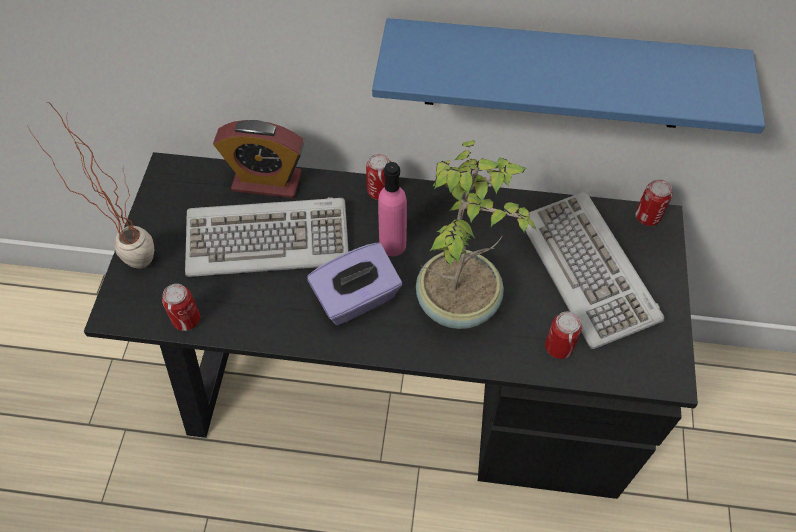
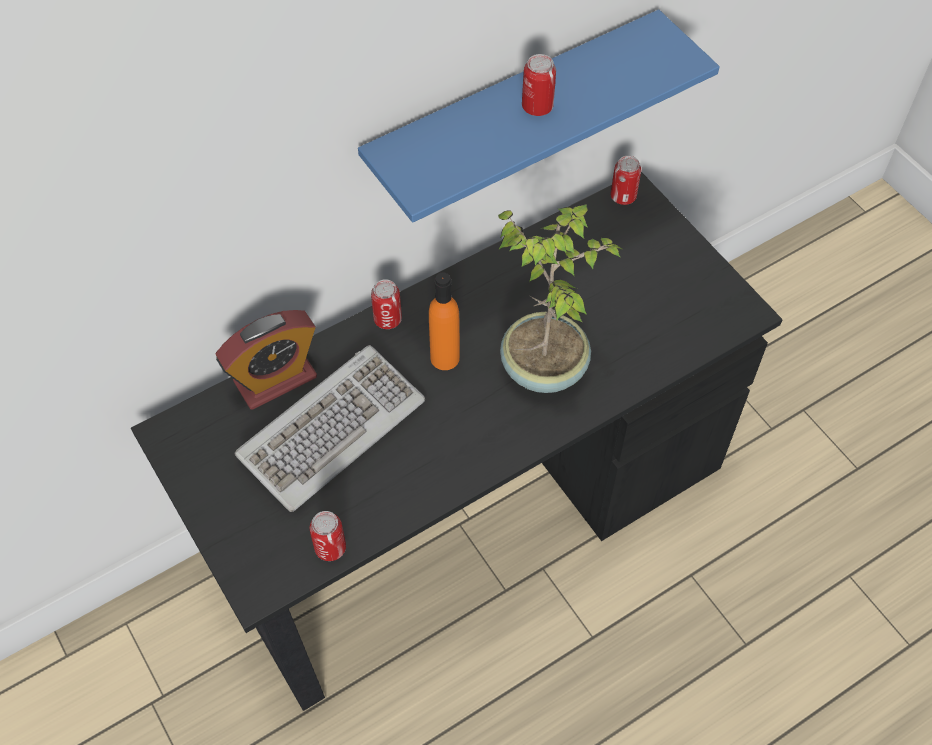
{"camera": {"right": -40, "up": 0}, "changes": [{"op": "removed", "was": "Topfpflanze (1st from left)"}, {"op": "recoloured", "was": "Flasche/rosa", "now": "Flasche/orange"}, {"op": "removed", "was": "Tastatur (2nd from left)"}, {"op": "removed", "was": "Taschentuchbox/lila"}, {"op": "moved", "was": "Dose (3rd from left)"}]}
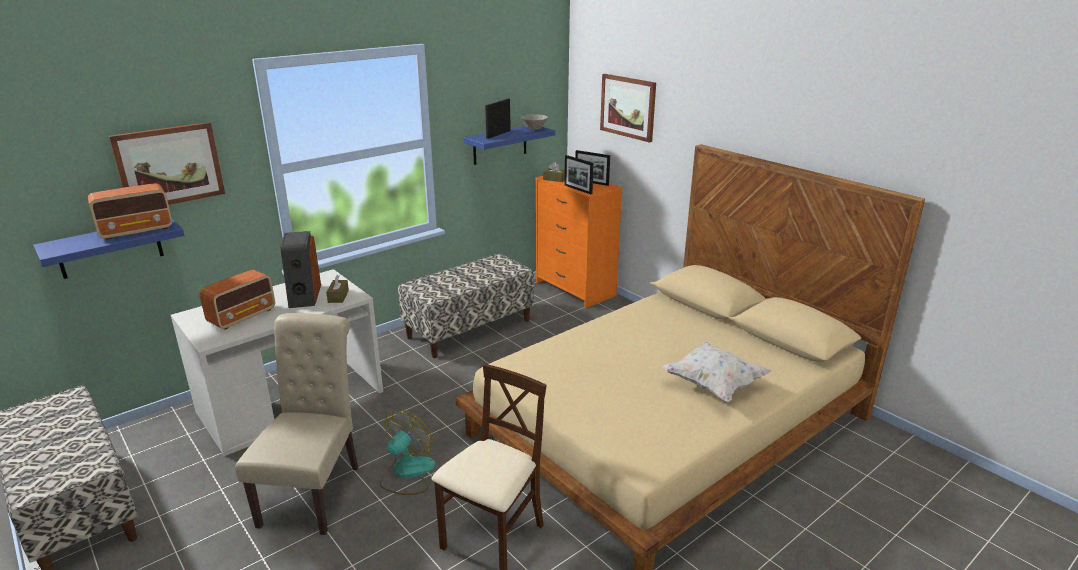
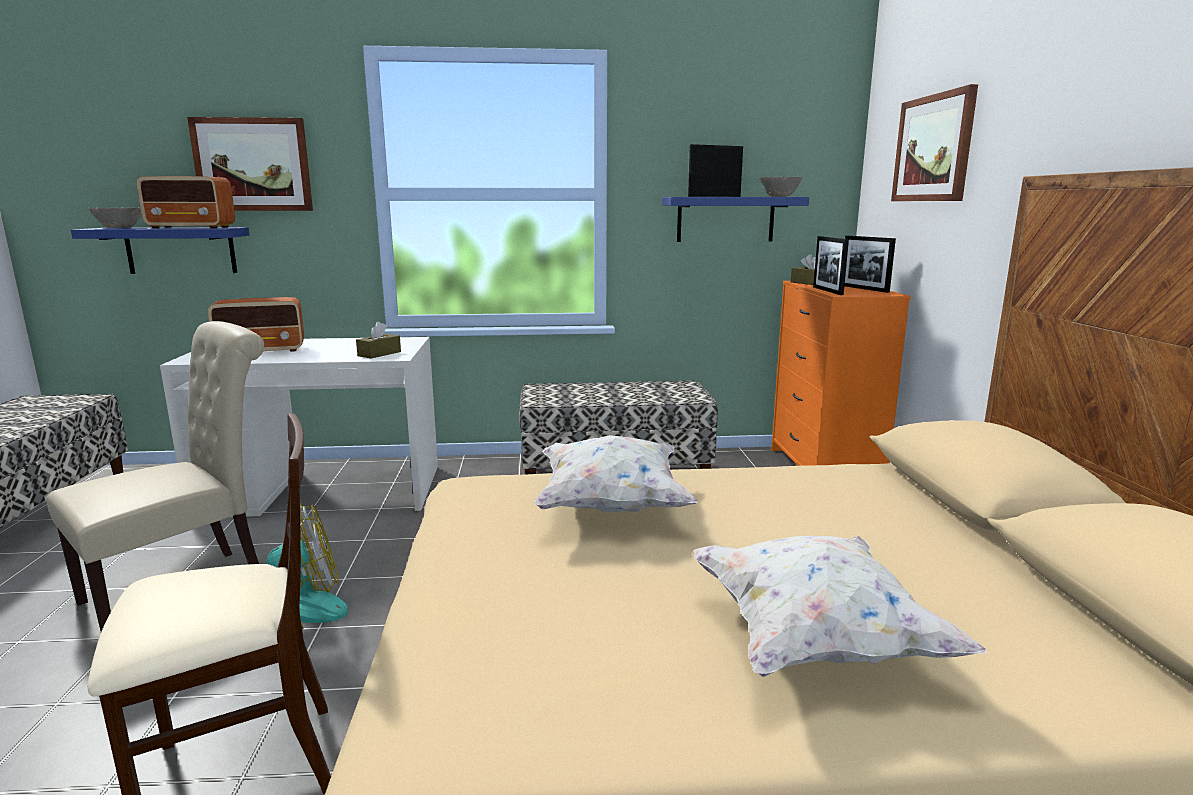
{"camera": {"right": 35, "up": -10}, "changes": [{"op": "removed", "was": "Lautsprecher"}, {"op": "added", "now": "Schüssel/grau (1st from left)"}, {"op": "added", "now": "Kissen/weiß (1st from left)"}]}
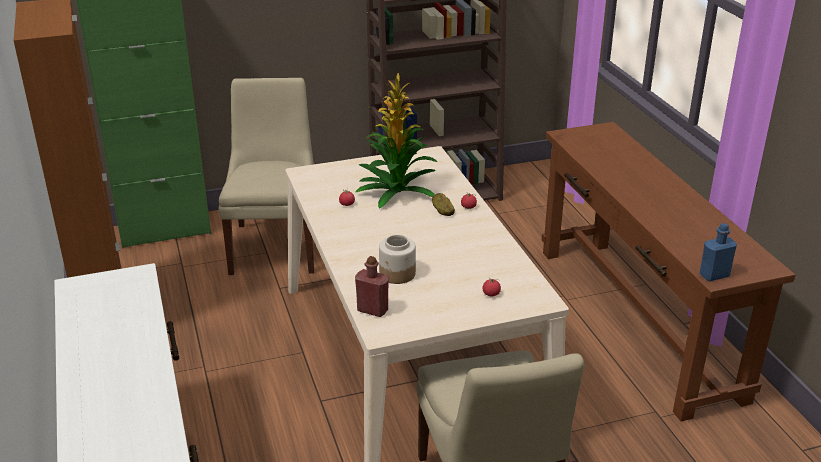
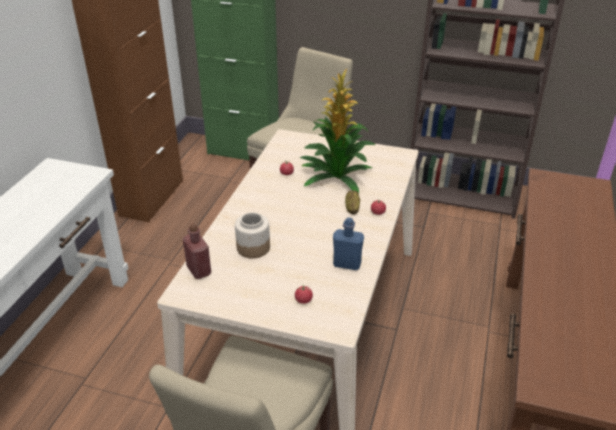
{"camera": {"right": 35, "up": 5}, "changes": [{"op": "moved", "was": "Flasche/blau"}]}
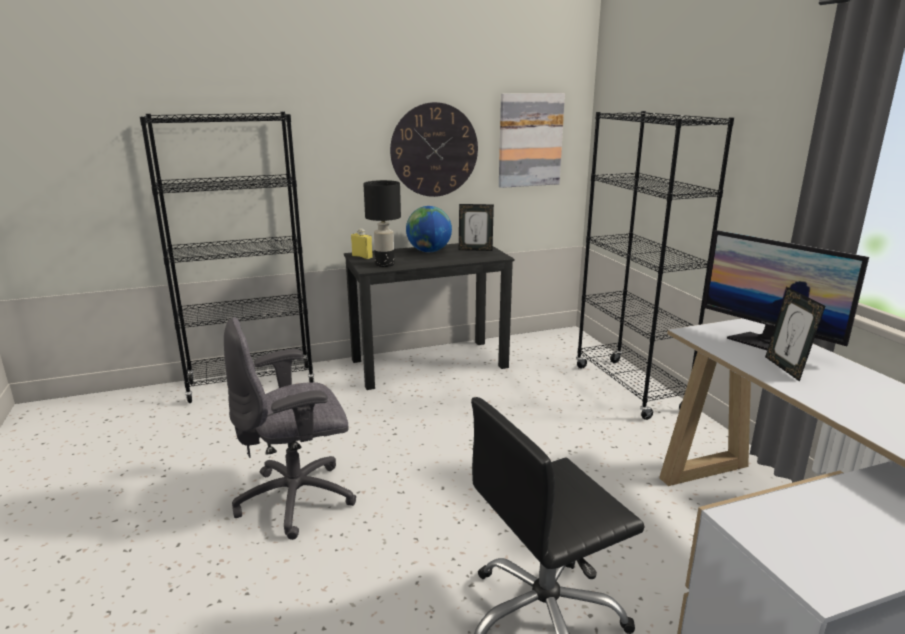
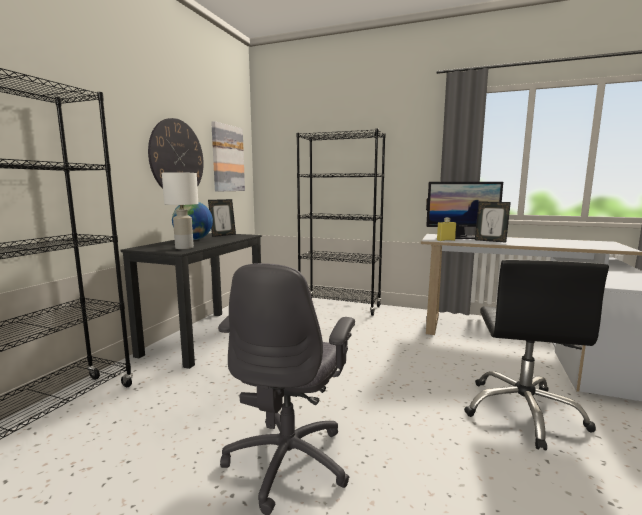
{"camera": {"right": -50, "up": -10}, "changes": [{"op": "recoloured", "was": "Tischlampe/schwarz", "now": "Tischlampe/weiß"}, {"op": "moved", "was": "Flasche/gelb"}]}
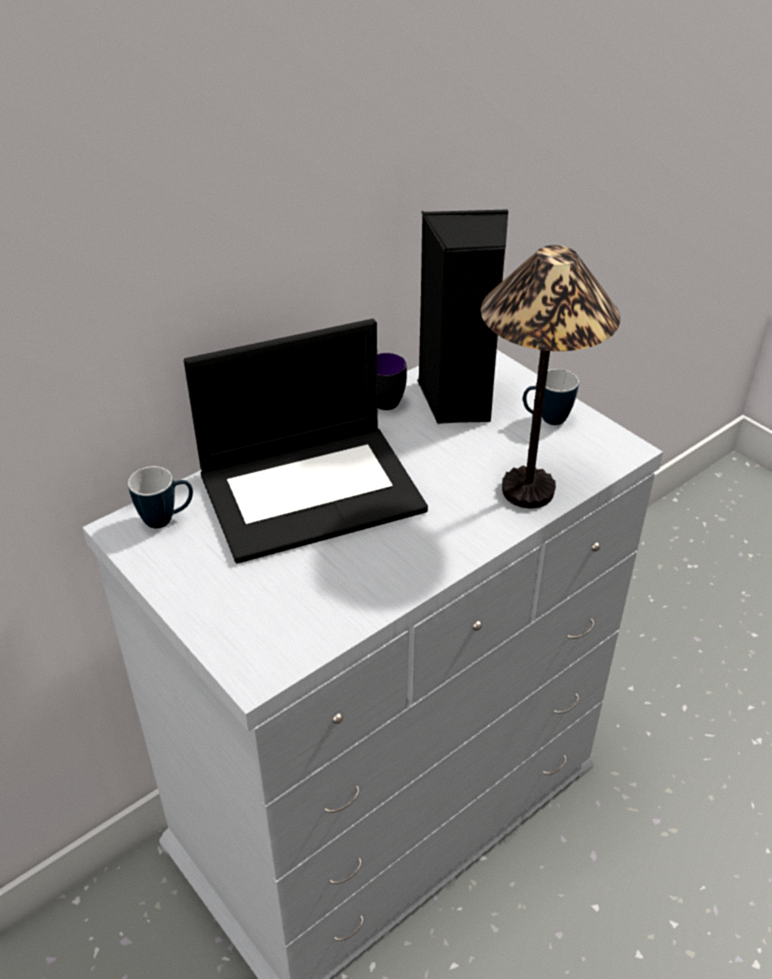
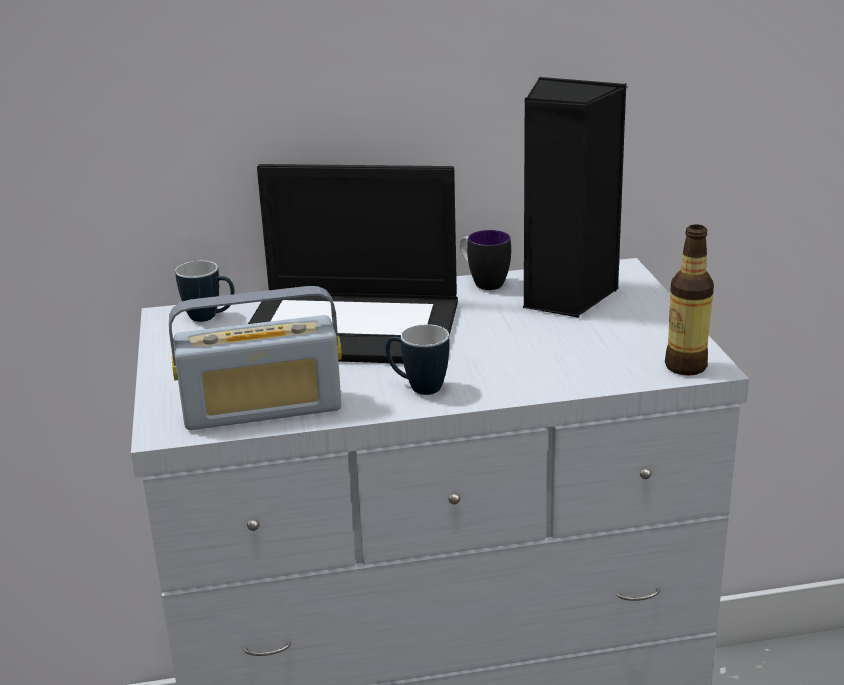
{"camera": {"right": 30, "up": -15}, "changes": [{"op": "removed", "was": "Tischlampe"}, {"op": "moved", "was": "Henkelbecher (3rd from left in the first image)", "now": "Henkelbecher (2nd from left)"}, {"op": "added", "now": "Flasche"}, {"op": "added", "now": "Radio"}]}
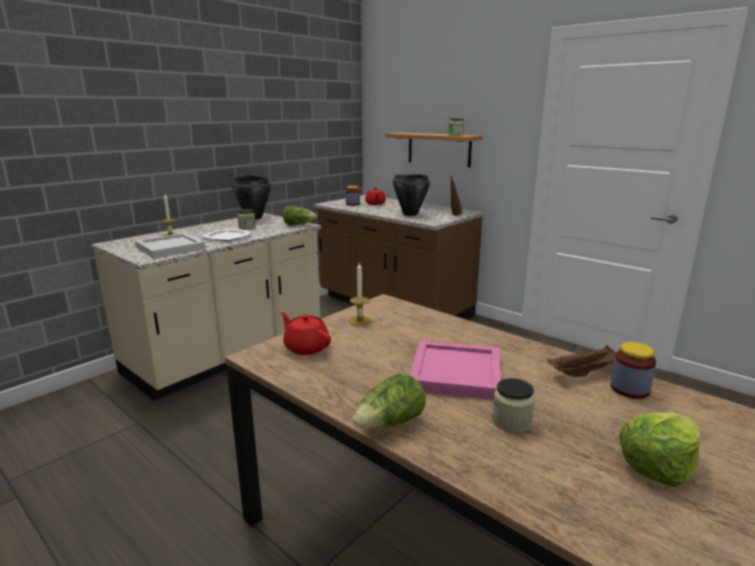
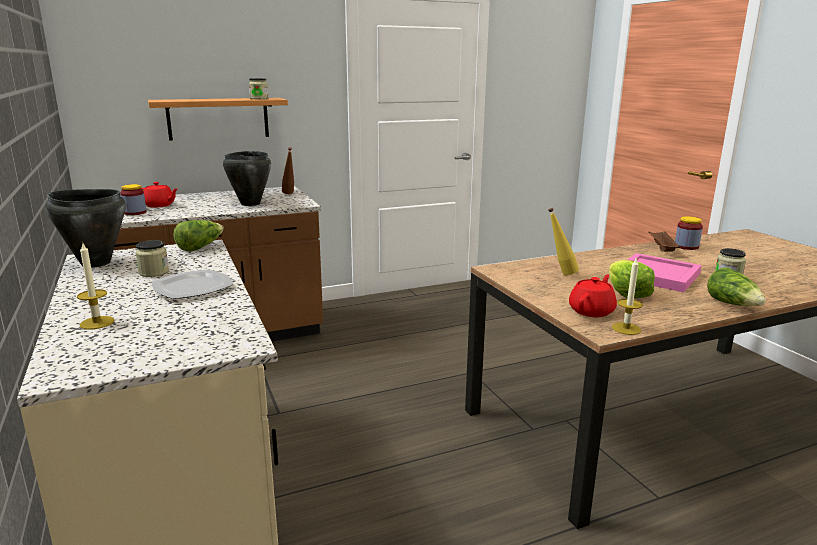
{"camera": {"right": -65, "up": 0}, "changes": [{"op": "removed", "was": "Tablett/weiß"}, {"op": "moved", "was": "Kerze (2nd from left)"}, {"op": "turned", "was": "Teekanne/rot (1st from left in the first image)", "clockwise": 150}, {"op": "moved", "was": "Salatkopf (3rd from left in the first image)", "now": "Salatkopf (2nd from left)"}, {"op": "added", "now": "Flasche/gelb"}]}
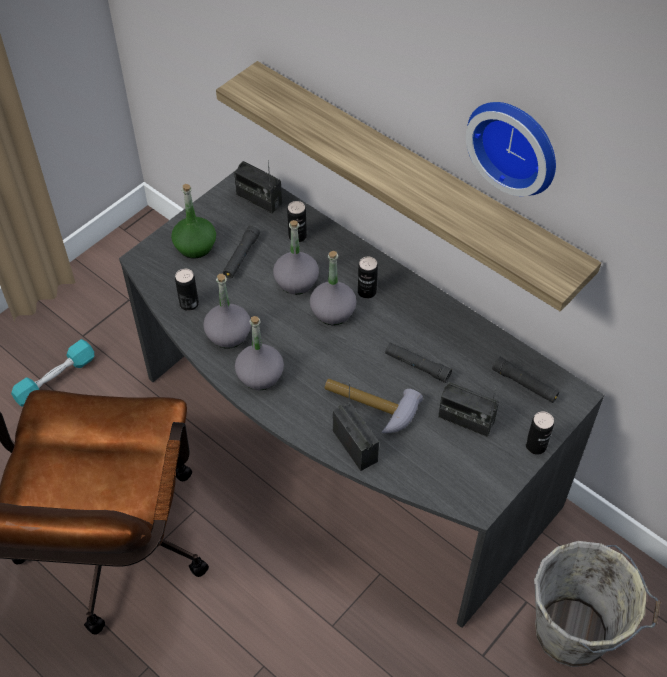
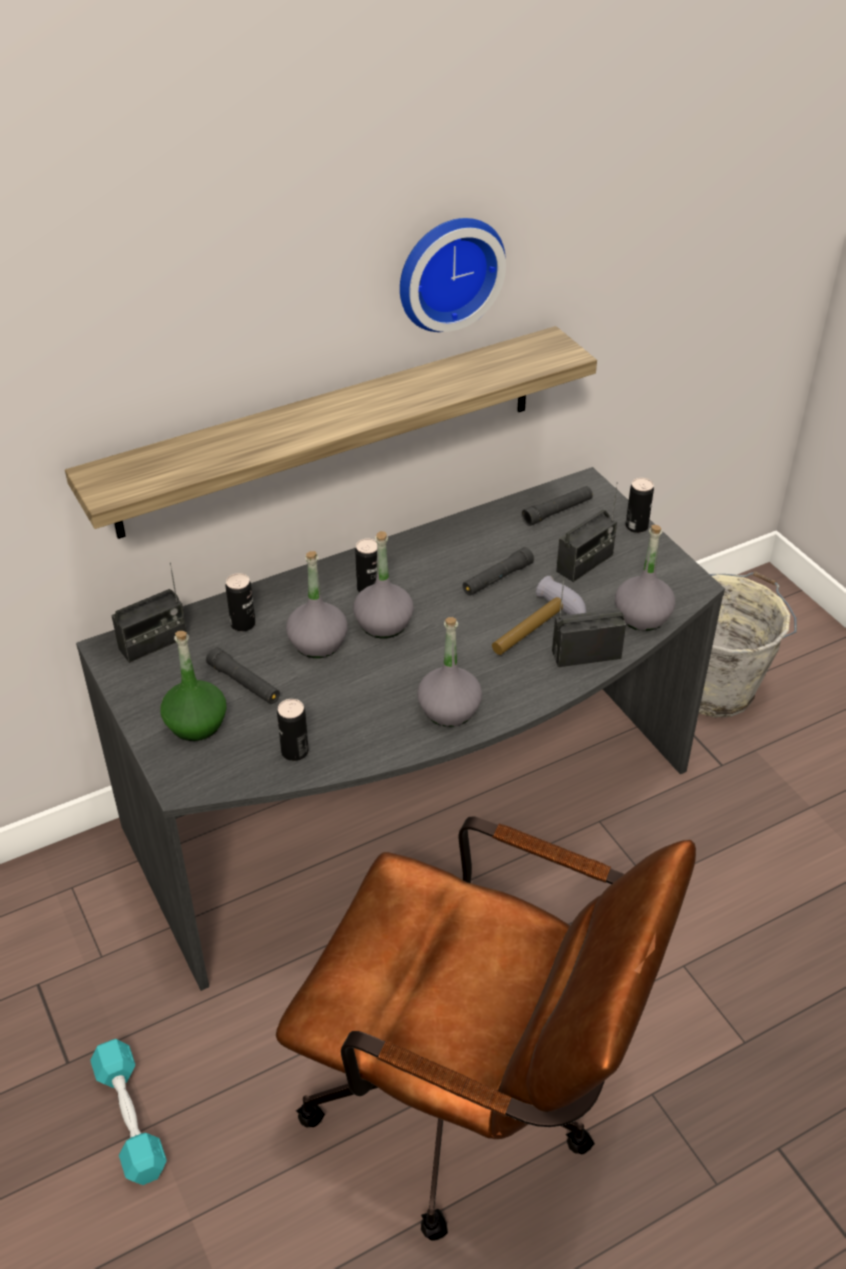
{"camera": {"right": -70, "up": -10}, "changes": [{"op": "moved", "was": "Flasche/grau (1st from left in the first image)", "now": "Flasche/grau (4th from left)"}]}
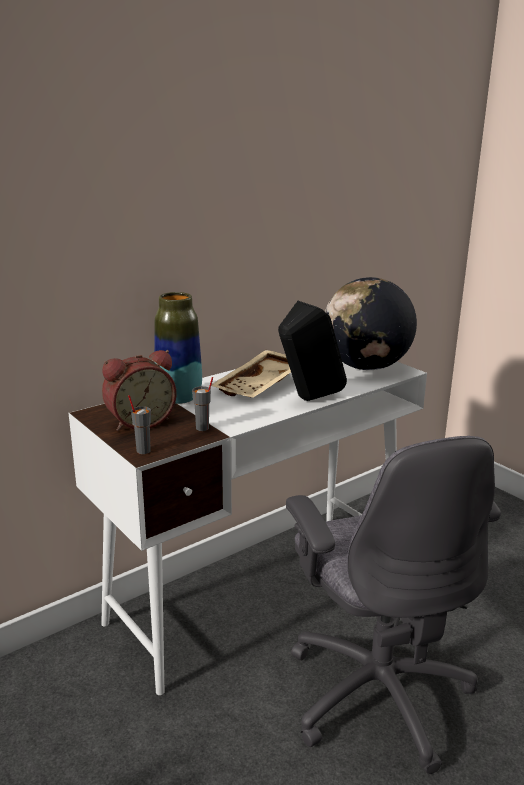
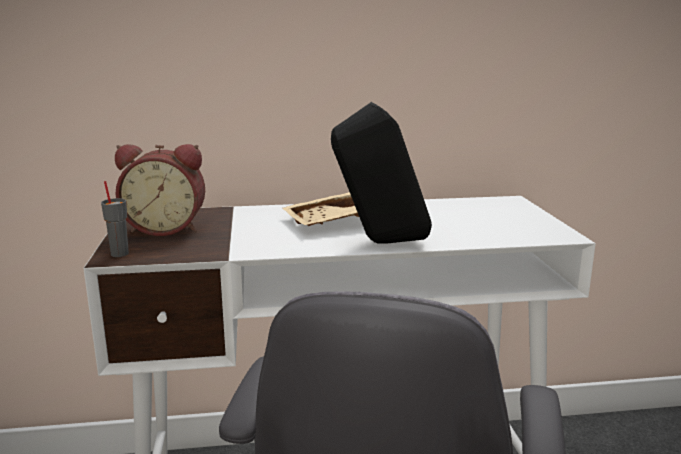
{"camera": {"right": 30, "up": -5}, "changes": [{"op": "removed", "was": "Globus"}, {"op": "removed", "was": "Vase"}, {"op": "removed", "was": "Tasse/grau (2nd from left)"}]}
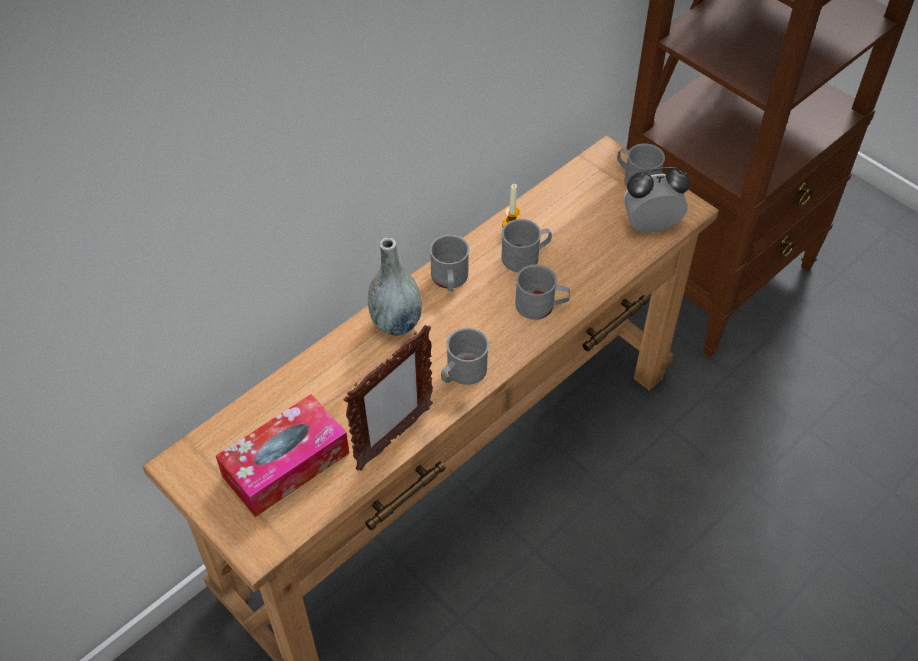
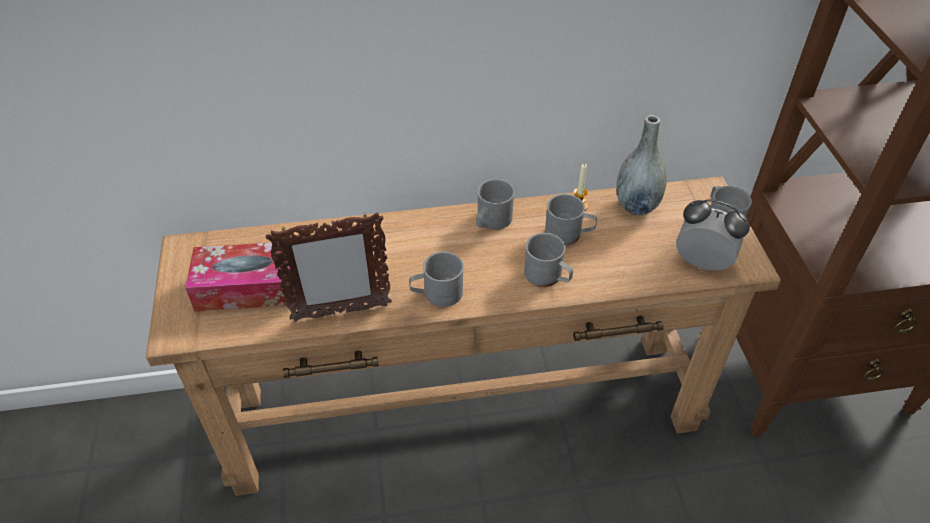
{"camera": {"right": 35, "up": -5}, "changes": [{"op": "moved", "was": "Vase/grau"}]}
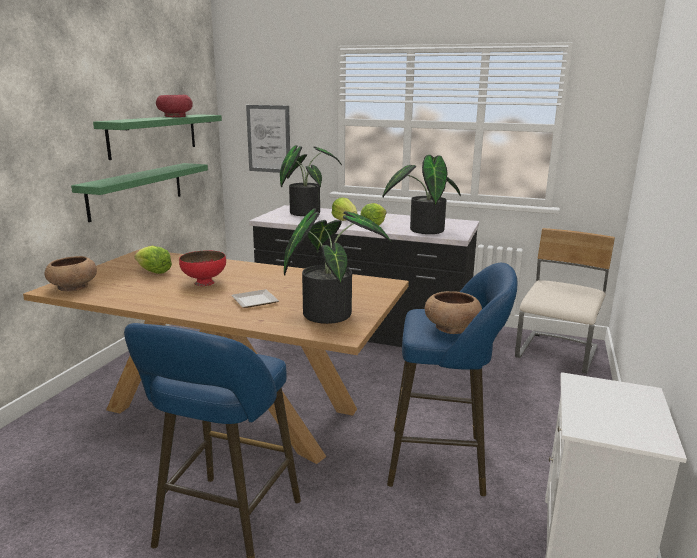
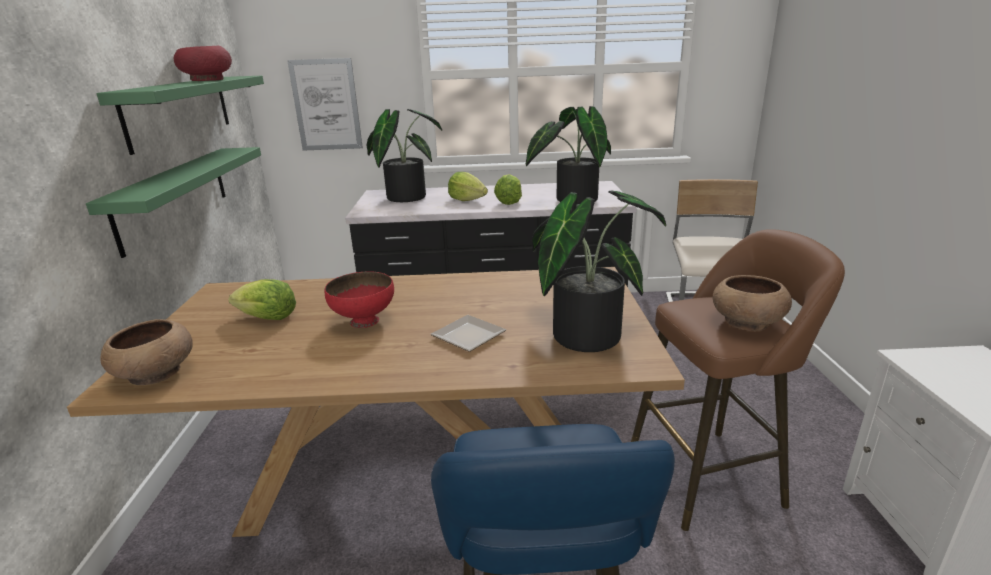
{"camera": {"right": -20, "up": 5}, "changes": [{"op": "recoloured", "was": "Hocker/blau (2nd from left)", "now": "Hocker/braun"}]}
